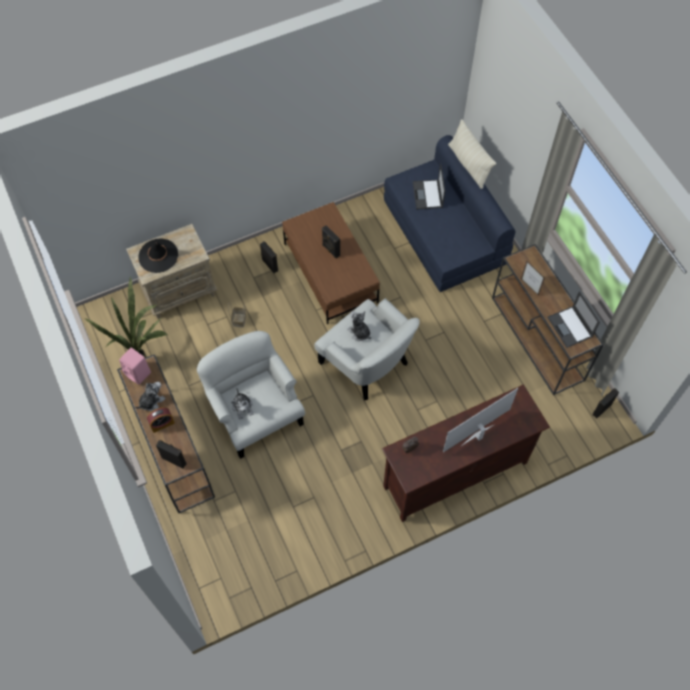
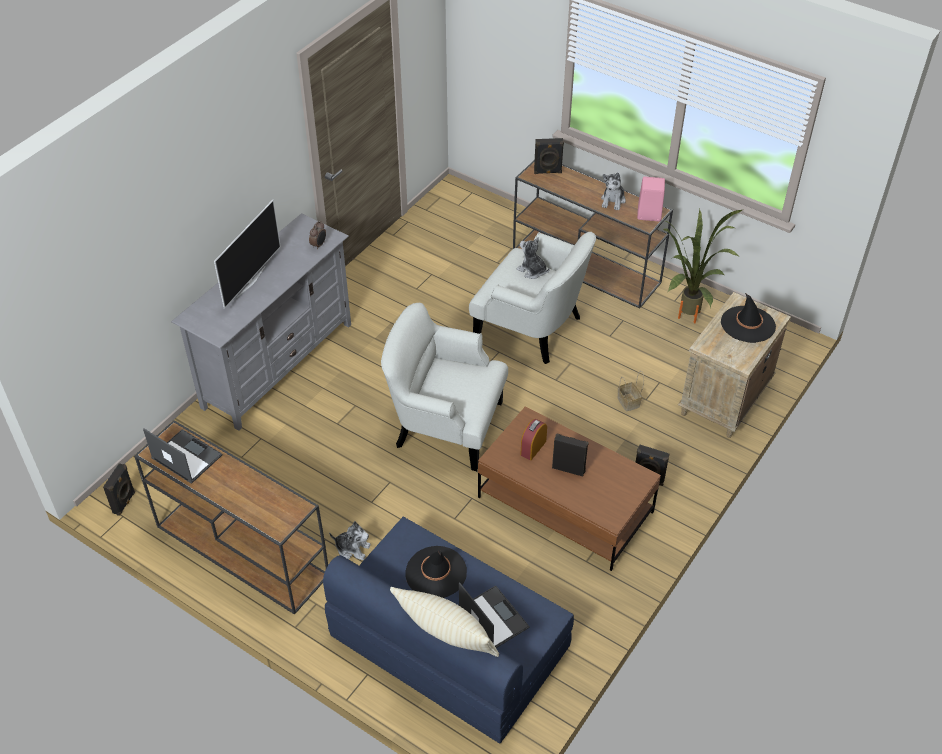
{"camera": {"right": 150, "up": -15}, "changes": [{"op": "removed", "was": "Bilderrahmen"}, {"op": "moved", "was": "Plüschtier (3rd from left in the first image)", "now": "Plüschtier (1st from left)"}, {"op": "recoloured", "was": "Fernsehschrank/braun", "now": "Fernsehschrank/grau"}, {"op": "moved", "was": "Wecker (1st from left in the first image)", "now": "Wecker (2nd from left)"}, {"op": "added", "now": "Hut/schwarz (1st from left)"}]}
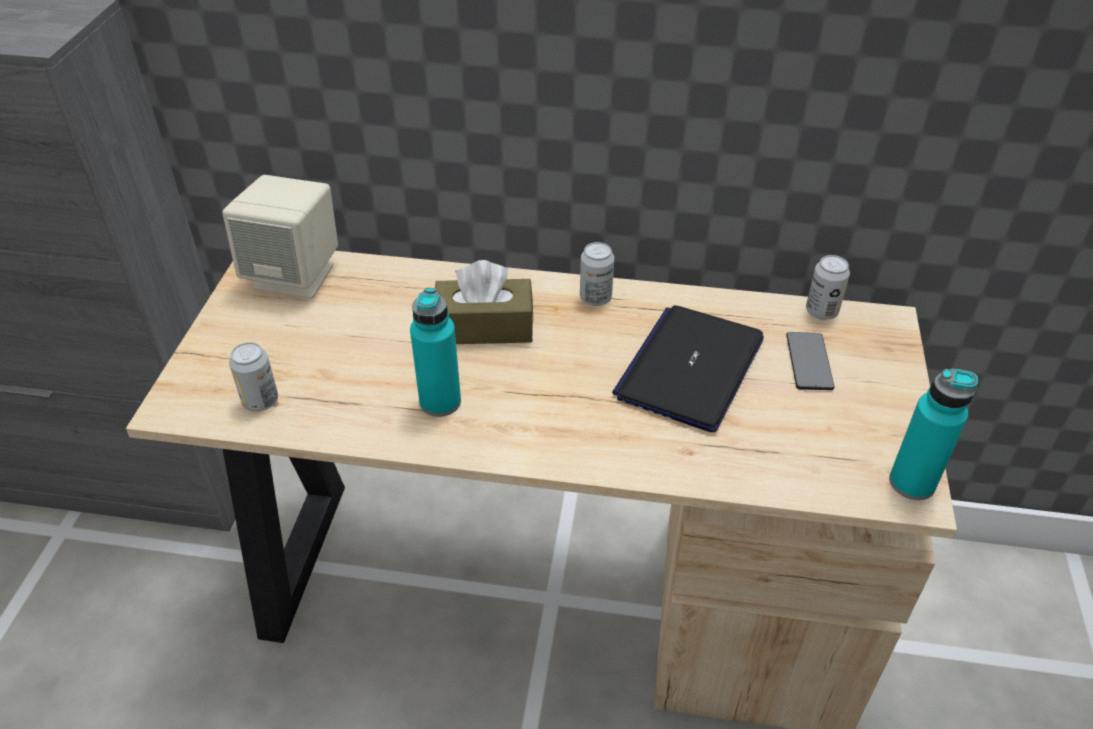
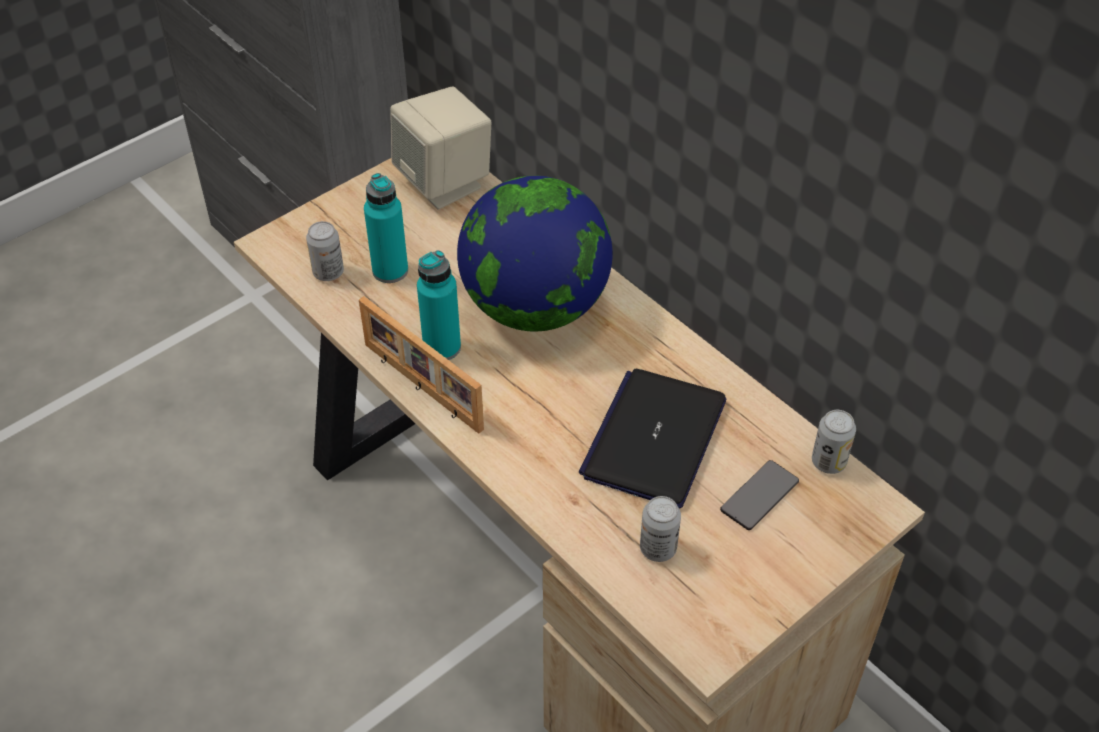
{"camera": {"right": 40, "up": 5}, "changes": [{"op": "moved", "was": "Dose (2nd from left)"}, {"op": "replaced", "was": "Taschentuchbox/braun", "now": "Globus"}, {"op": "turned", "was": "Laptop", "clockwise": -45}, {"op": "moved", "was": "Flasche/türkis (2nd from left in the first image)", "now": "Flasche/türkis (1st from left)"}, {"op": "added", "now": "Bilderrahmen"}]}
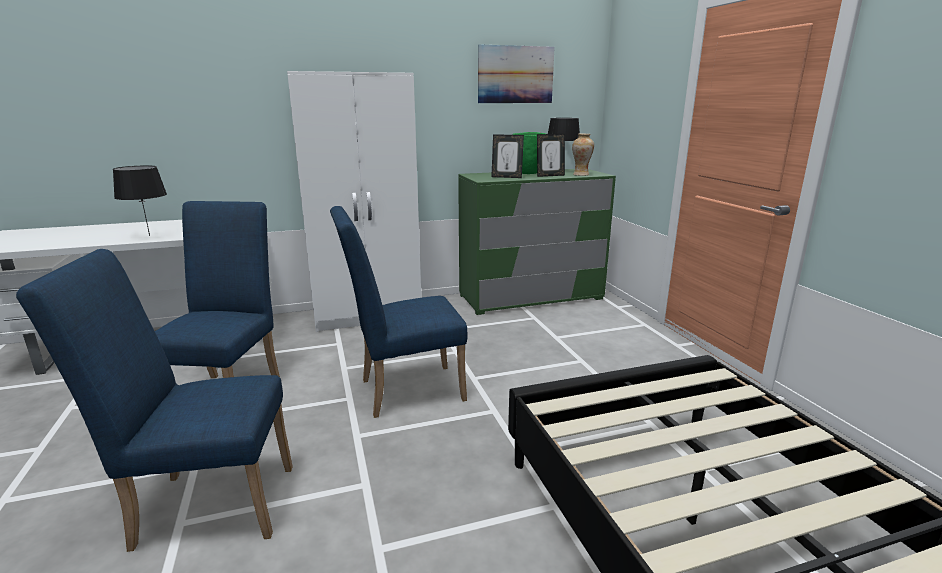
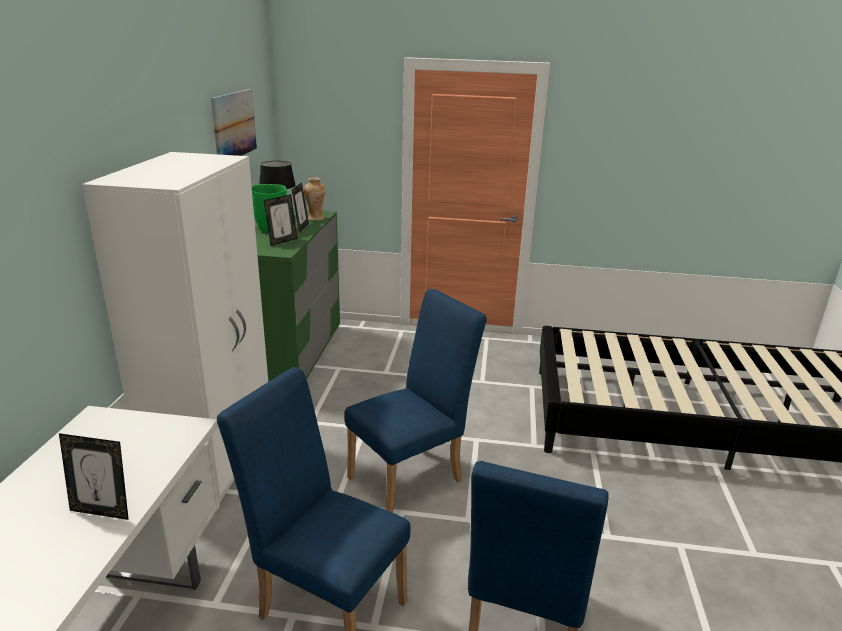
{"camera": {"right": -65, "up": 5}, "changes": [{"op": "replaced", "was": "Tischlampe/schwarz (1st from left)", "now": "Bilderrahmen (1st from left)"}, {"op": "turned", "was": "Stuhl/blau (3rd from left in the first image)", "clockwise": -135}]}
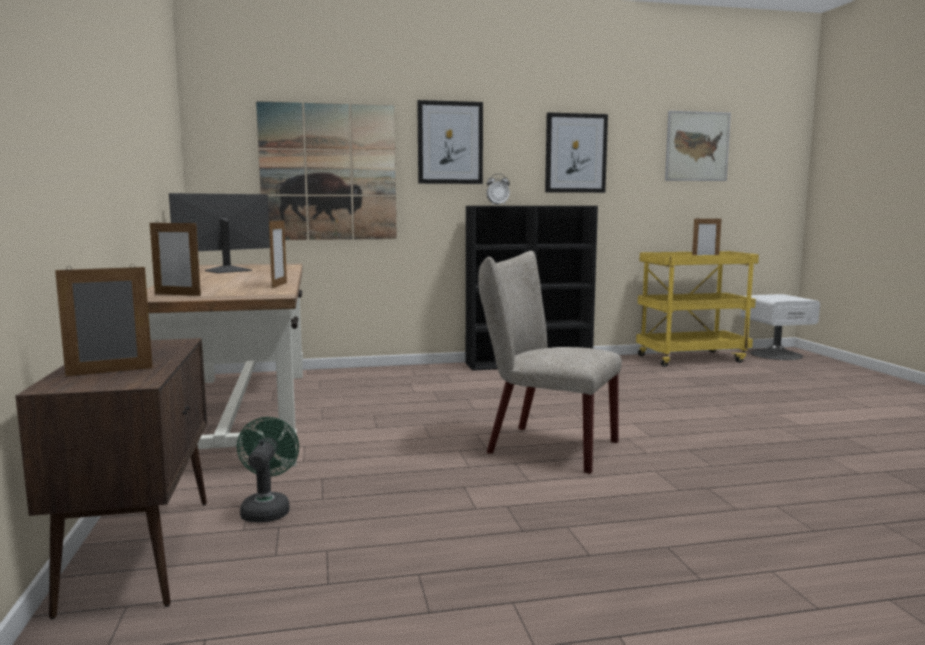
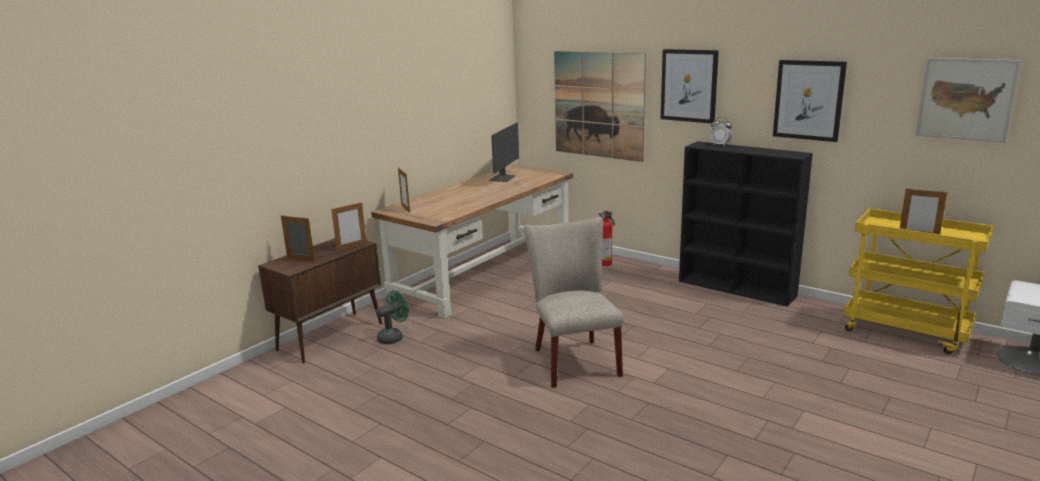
{"camera": {"right": 50, "up": 10}, "changes": [{"op": "turned", "was": "Monitor", "clockwise": 105}, {"op": "moved", "was": "Bilderrahmen (3rd from left in the first image)", "now": "Bilderrahmen (2nd from left)"}, {"op": "added", "now": "Feuerlöscher"}]}
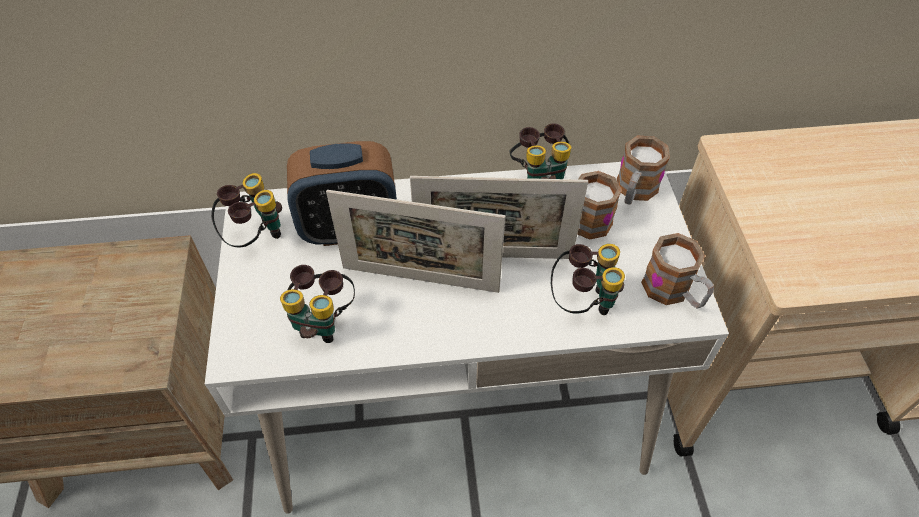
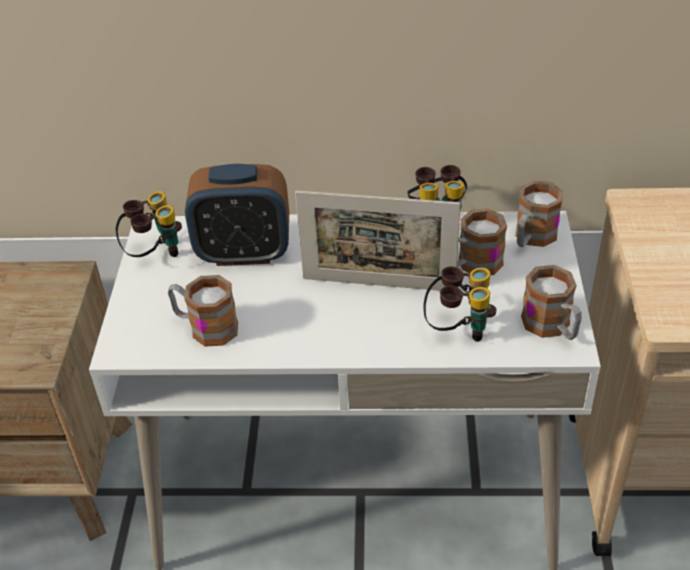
{"camera": {"right": 10, "up": -10}, "changes": [{"op": "removed", "was": "Bilderrahmen (1st from left)"}, {"op": "replaced", "was": "Fernglas (2nd from left)", "now": "Henkelbecher (1st from left)"}]}
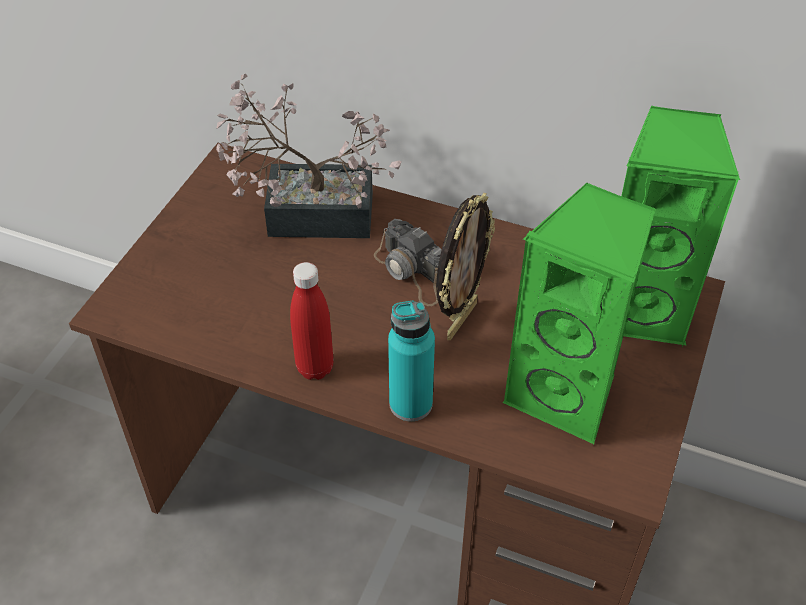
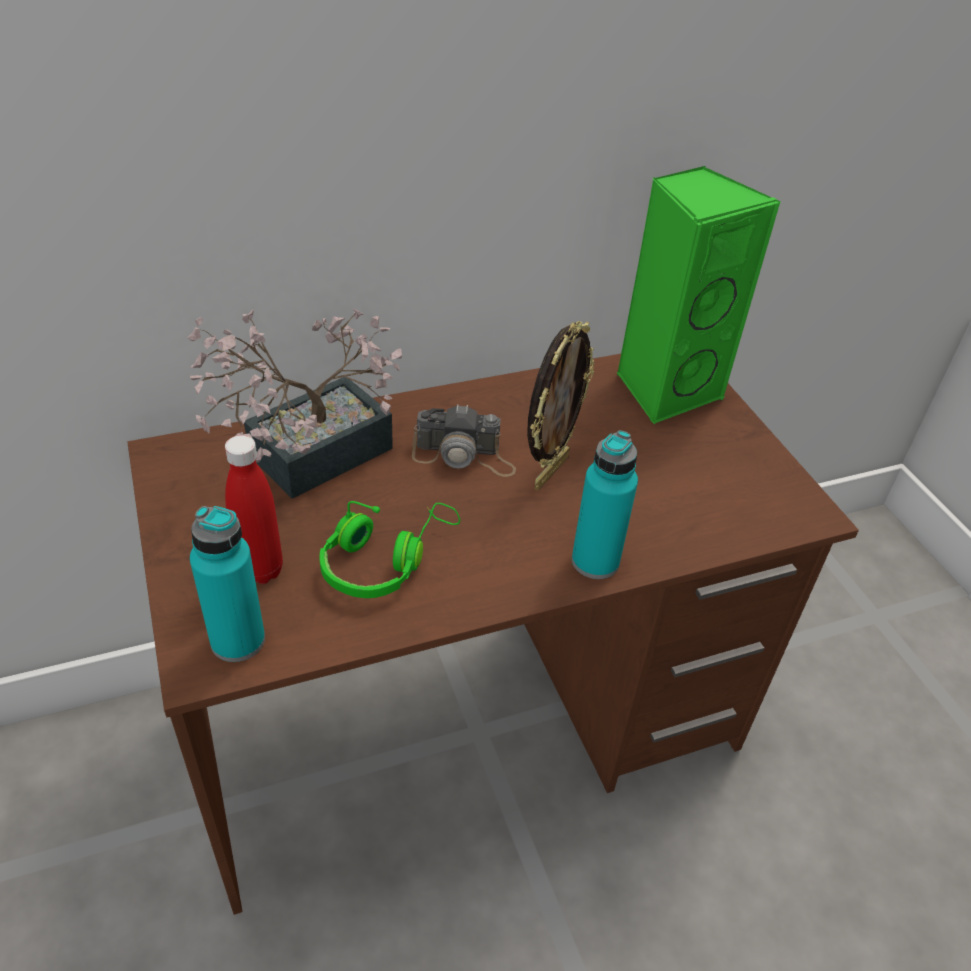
{"camera": {"right": -45, "up": -5}, "changes": [{"op": "removed", "was": "Lautsprecher/grün (1st from left)"}, {"op": "turned", "was": "Bilderrahmen", "clockwise": 45}, {"op": "moved", "was": "Flasche/rot"}, {"op": "added", "now": "Kopfhörer/grün"}, {"op": "added", "now": "Flasche/türkis (1st from left)"}]}
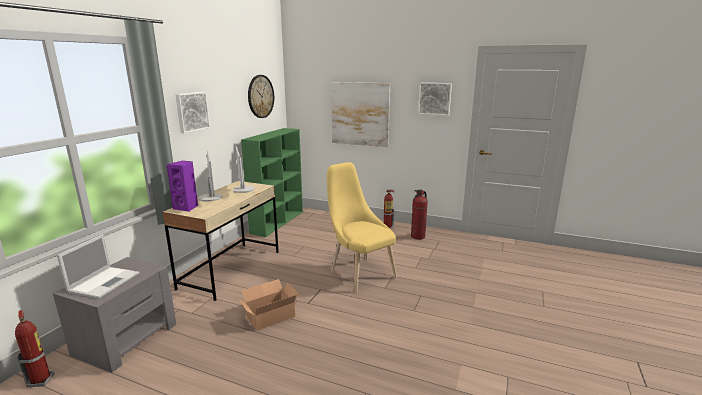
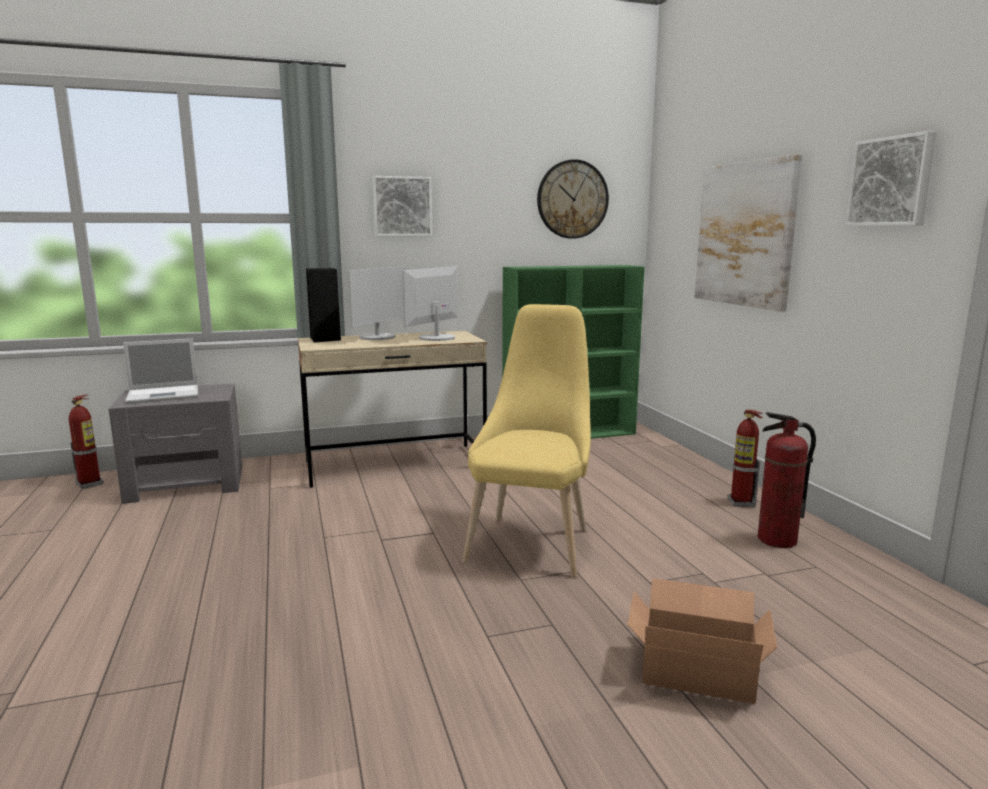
{"camera": {"right": 50, "up": -5}, "changes": [{"op": "recoloured", "was": "Lautsprecher/lila", "now": "Lautsprecher/schwarz"}, {"op": "moved", "was": "Karton"}]}
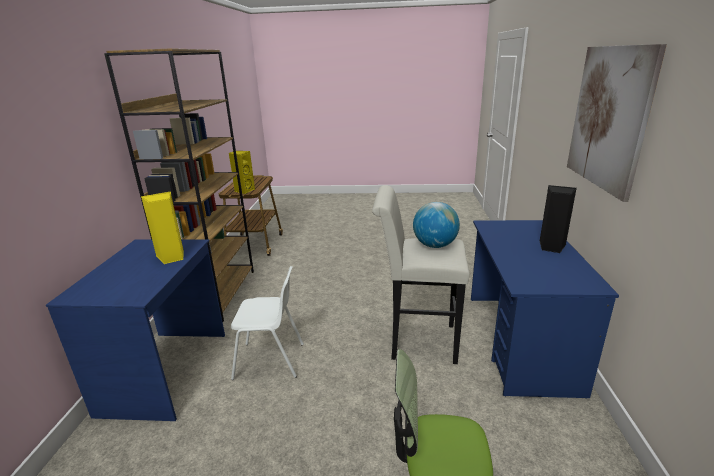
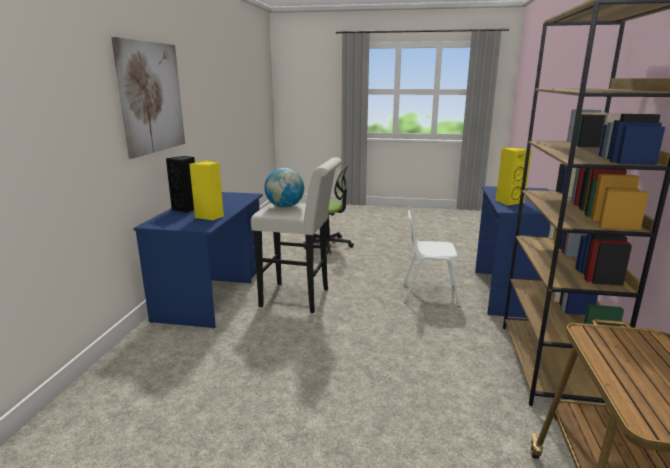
{"camera": {"right": -175, "up": -5}, "changes": [{"op": "moved", "was": "Lautsprecher/gelb (2nd from left in the first image)", "now": "Lautsprecher/gelb (1st from left)"}]}
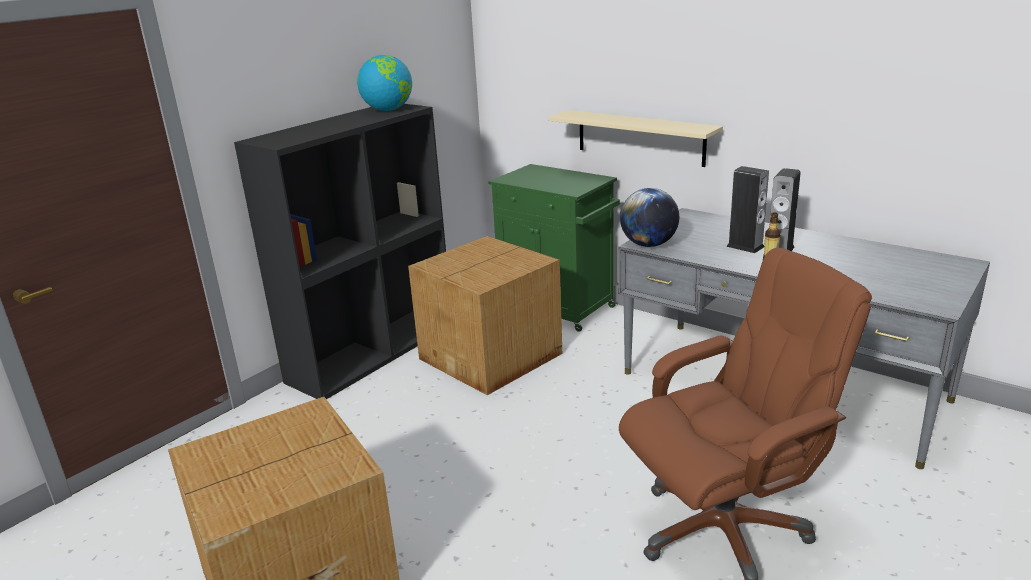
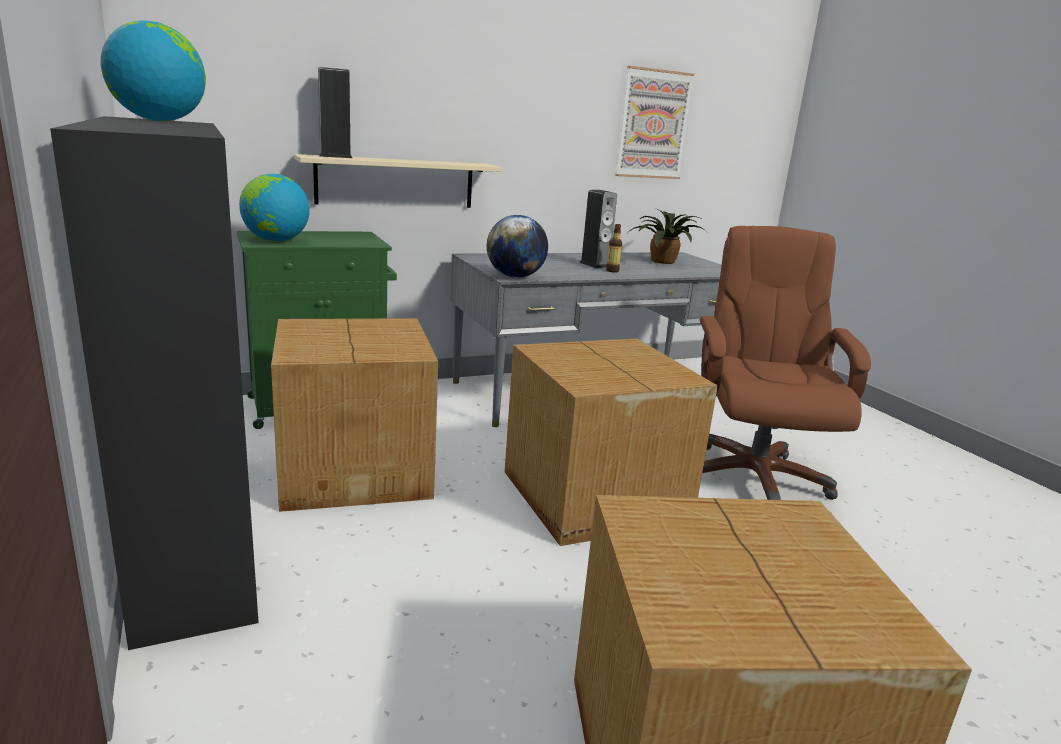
{"camera": {"right": -65, "up": -5}, "changes": [{"op": "moved", "was": "Lautsprecher (1st from left)"}, {"op": "added", "now": "Bild"}, {"op": "added", "now": "Globus (2nd from left)"}, {"op": "added", "now": "Topfpflanze"}, {"op": "added", "now": "Karton (2nd from left)"}]}
